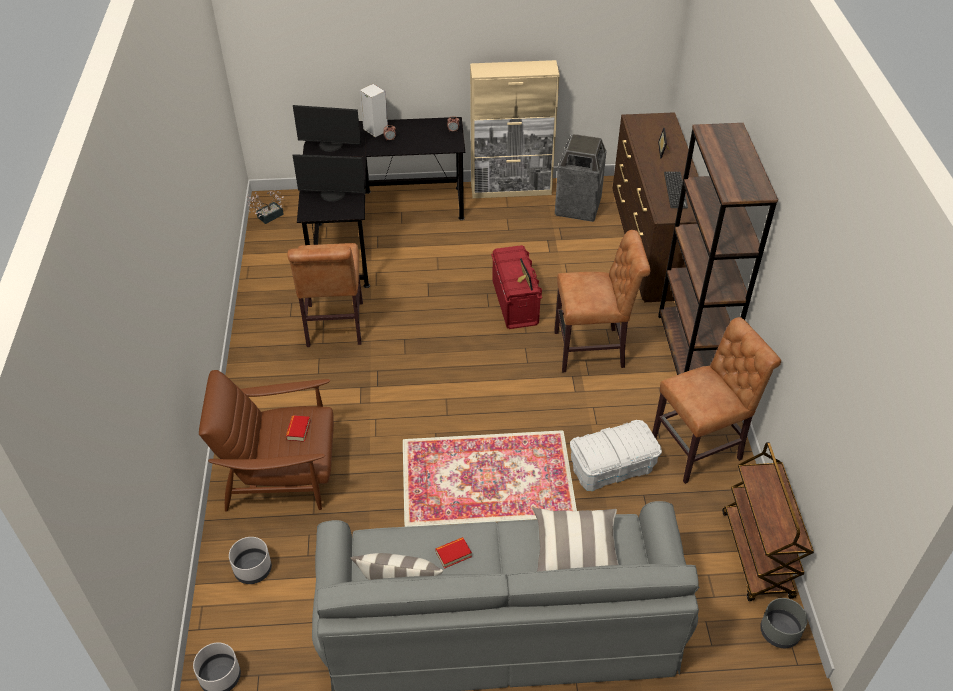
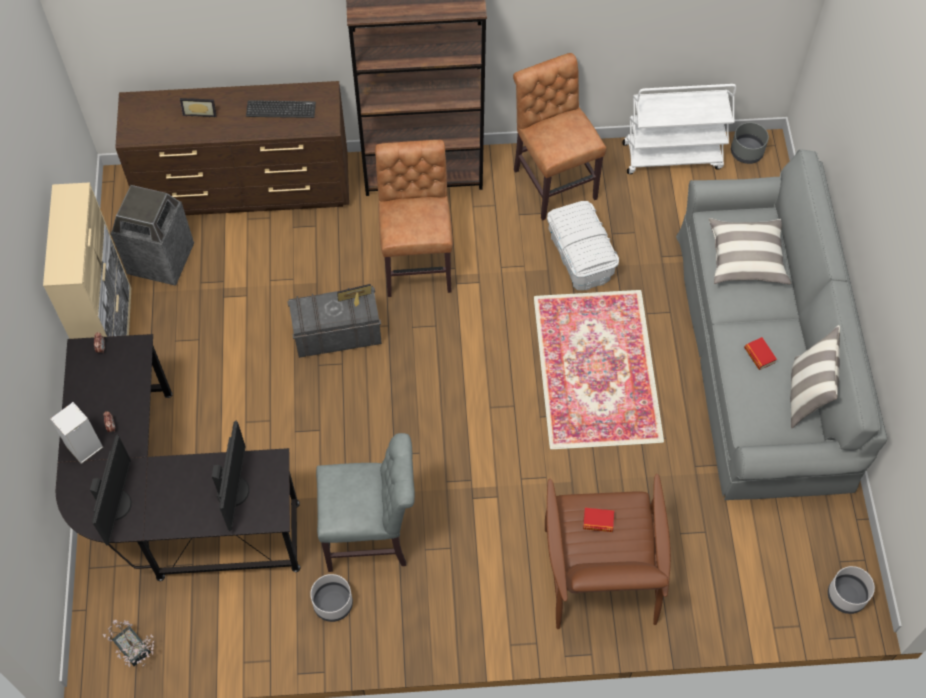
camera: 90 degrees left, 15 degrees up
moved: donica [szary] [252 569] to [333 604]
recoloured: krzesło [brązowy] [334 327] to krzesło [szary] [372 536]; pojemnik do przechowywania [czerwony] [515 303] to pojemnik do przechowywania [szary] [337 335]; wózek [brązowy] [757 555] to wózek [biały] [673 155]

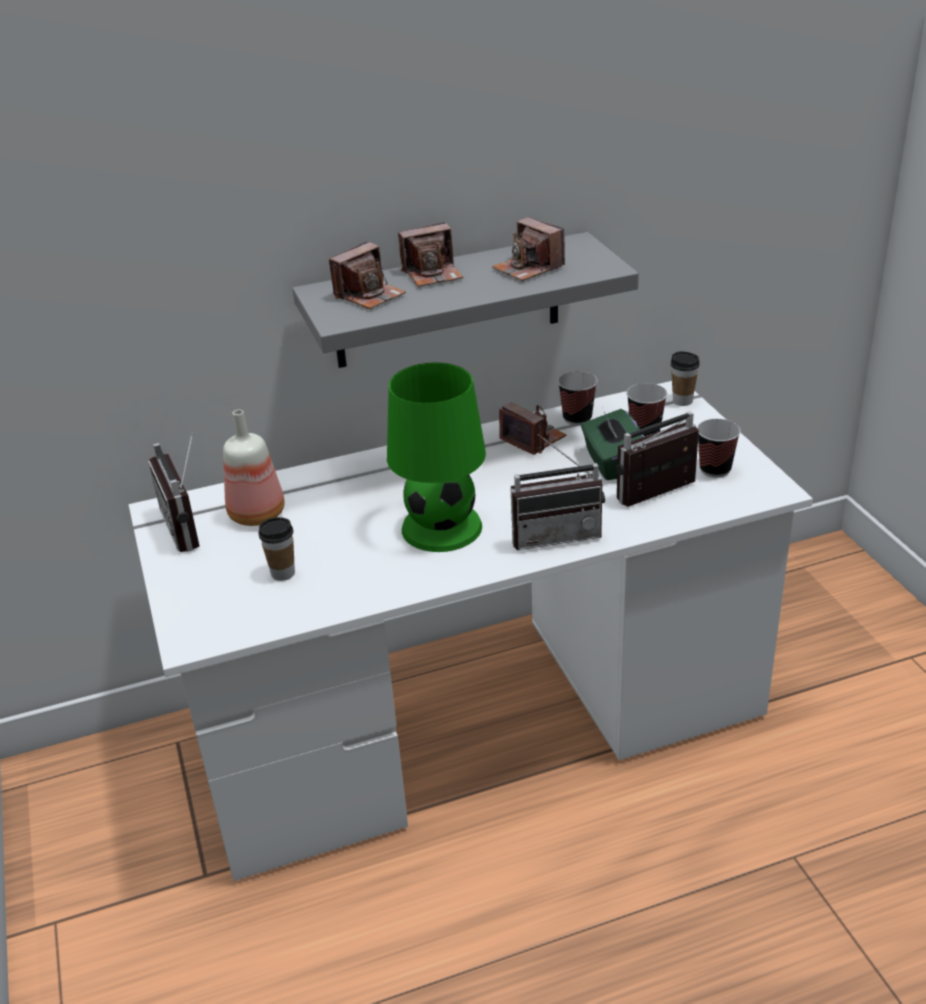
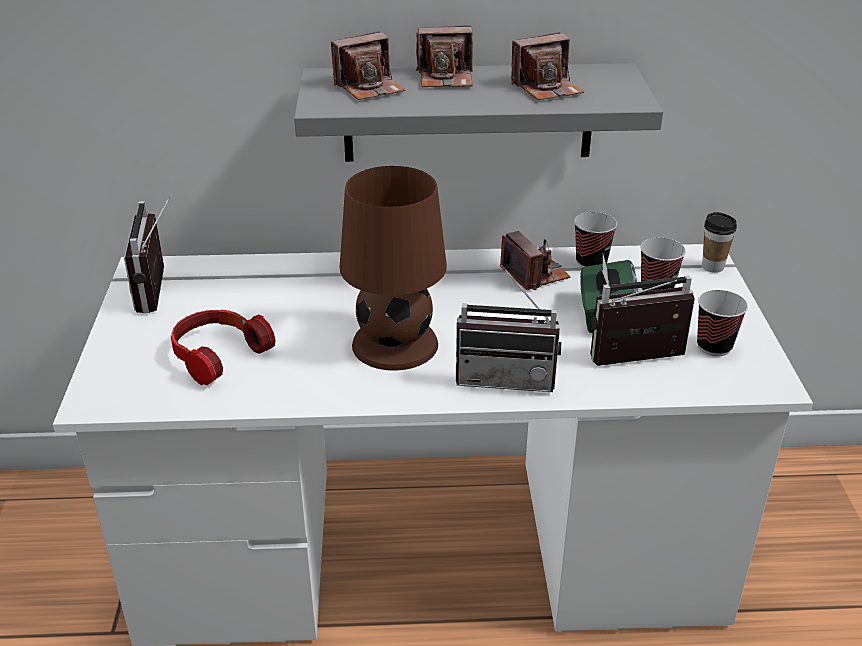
camera: 15 degrees right, 0 degrees up
removed: butelka [256 513]
replaced: filiżanka [283 573] to słuchawki [217 355]
recoloured: lampa stołowa [zielony] [440 527] to lampa stołowa [brązowy] [394 343]
turned: aparat fotograficzny [528 268] = [547 88] 90 degrees counterclockwise

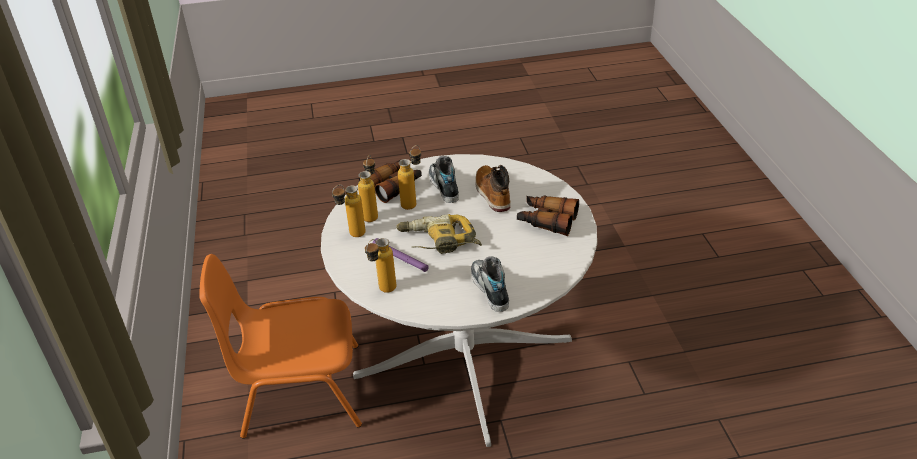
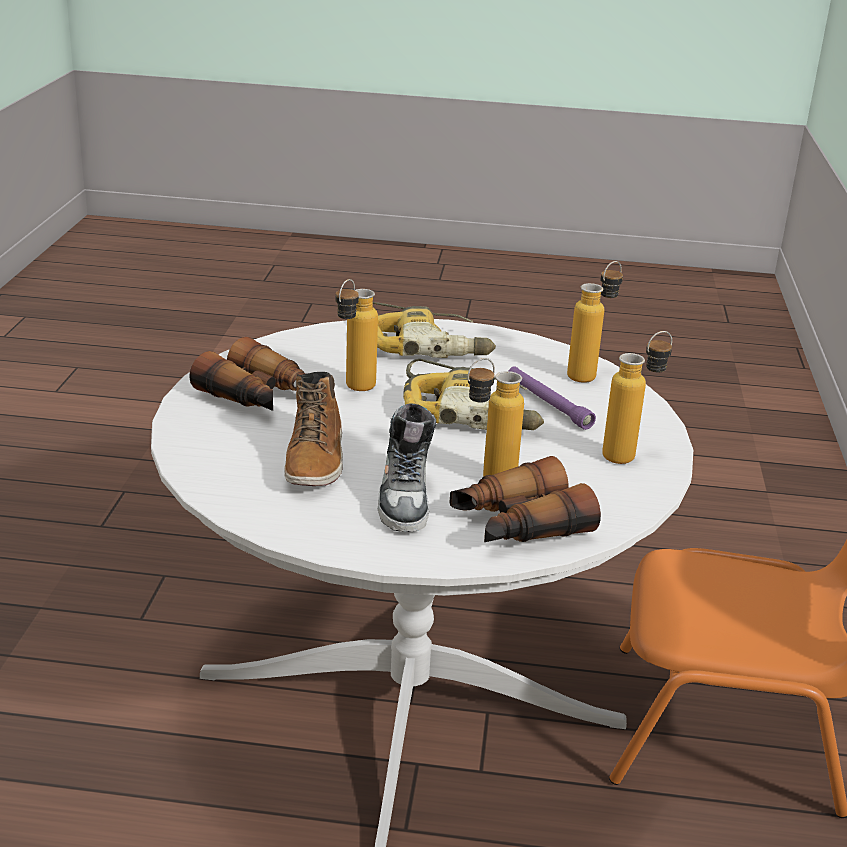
camera: 165 degrees left, 10 degrees down
moved: butelka [372 214] to [353 390]
replaced: but [489 289] to wiertarka [425 345]

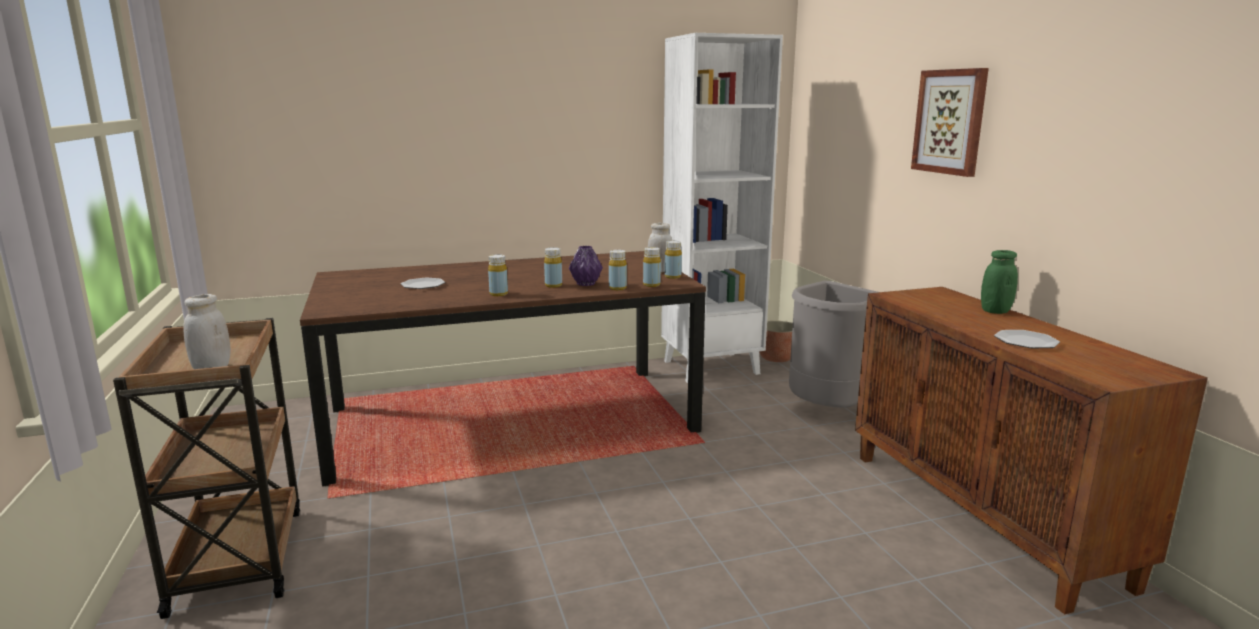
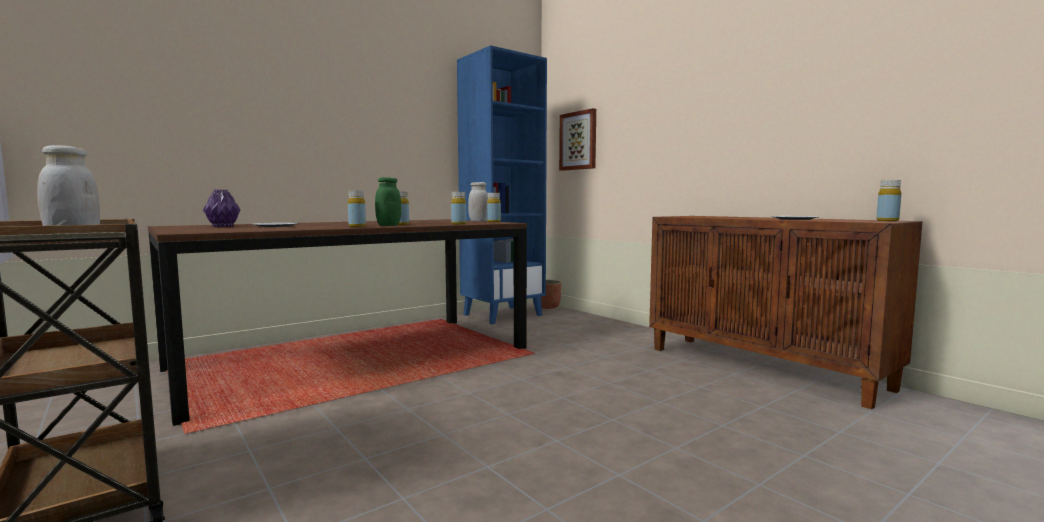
camera: 20 degrees left, 10 degrees down
removed: kosz na śmieci [szary] [828 411]
moved: wazon [fioletowy] [585 284] to [223 226]; butelka [żółty] [651 285] to [887 221]; obraz [950 121] to [578 141]; słoik [zielony] [995 311] to [388 225]
recoloured: regał [biały] [711 367] to regał [niebieski] [502 315]

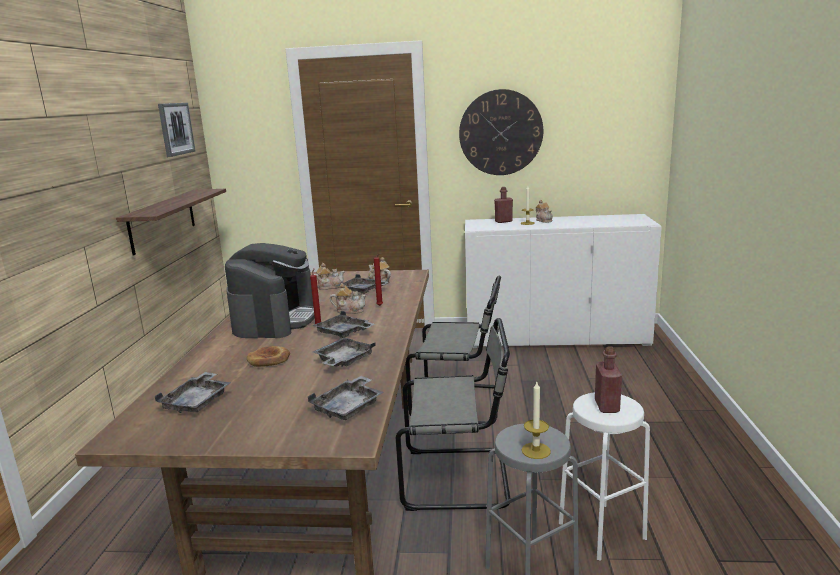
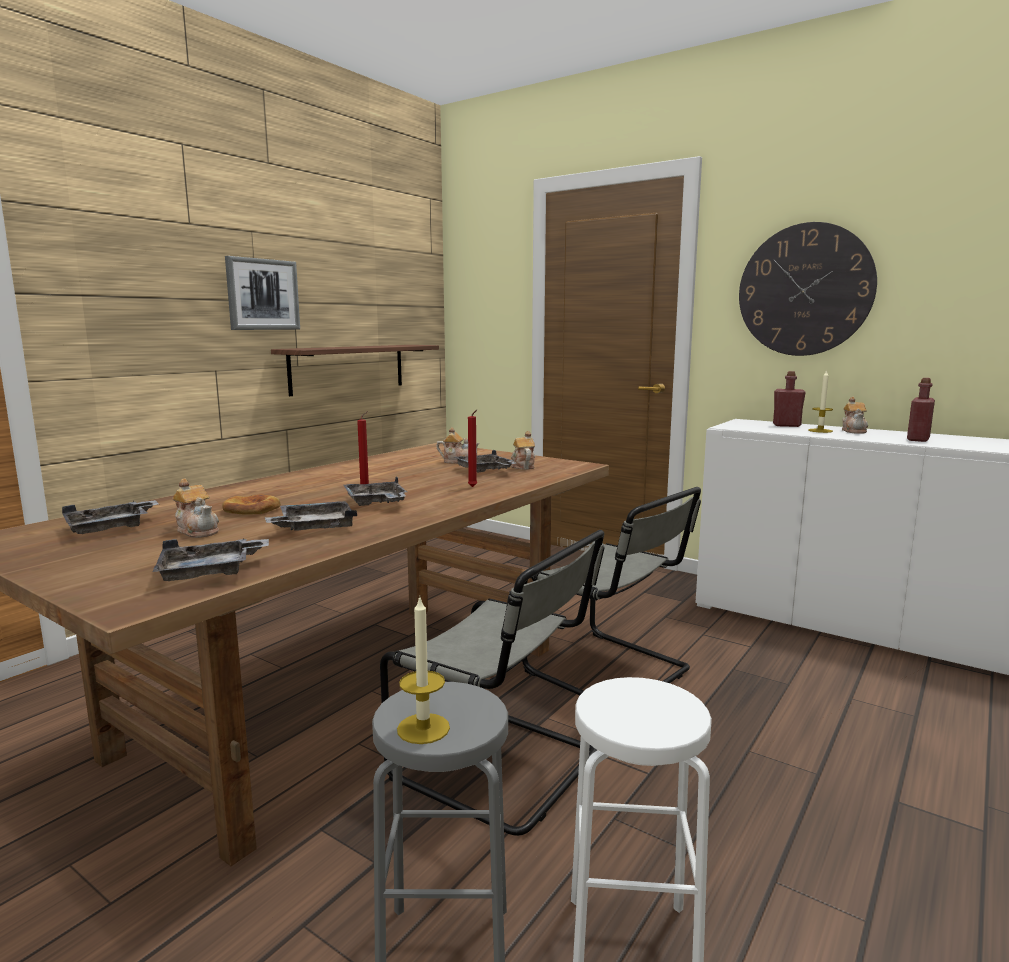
camera: 30 degrees right, 5 degrees down
removed: ekspres do kawy [275 320]
moved: obraz [175 129] to [262 294]; imbryk [349 310] to [198 531]; butelka [czerwony] [606 406] to [918 439]

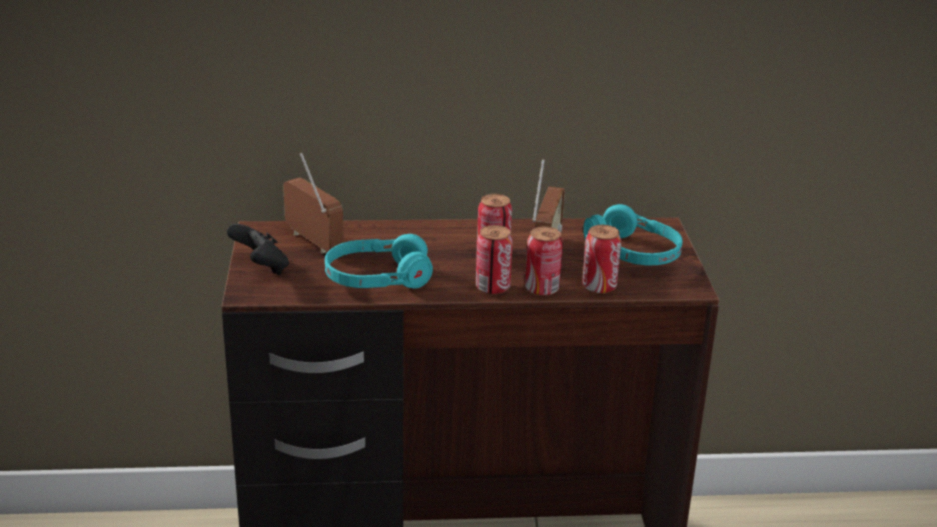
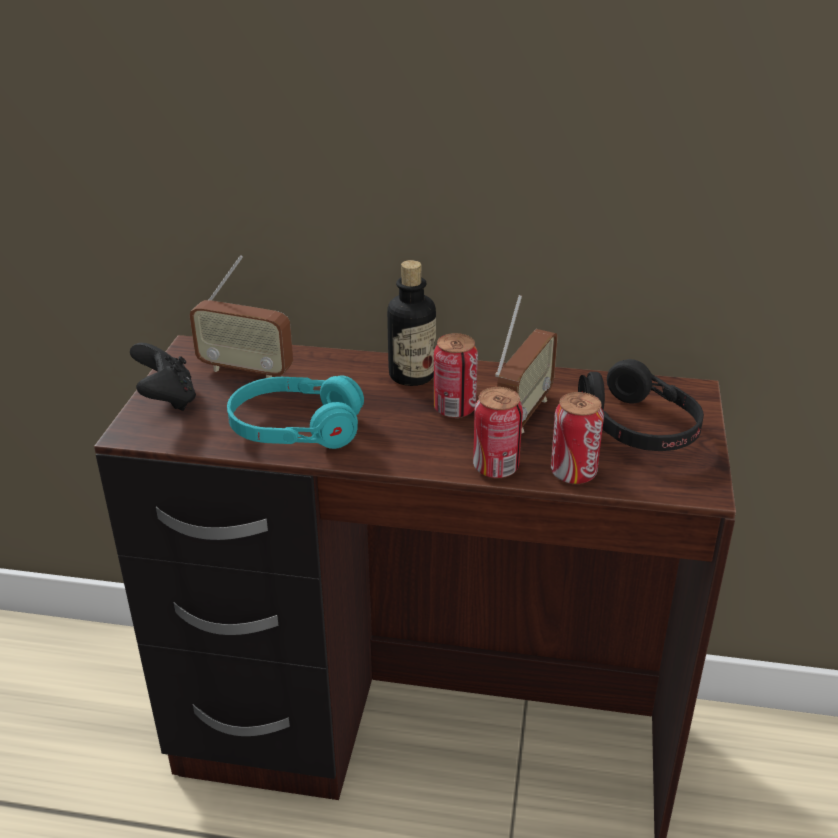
camera: 15 degrees right, 5 degrees up
removed: puszka [492 288]
added: butelka [412 375]
recoloured: słuchawki [turkusowy] [632 253] to słuchawki [czarny] [636 427]
turned: radio [313 242] = [246 370] 135 degrees clockwise

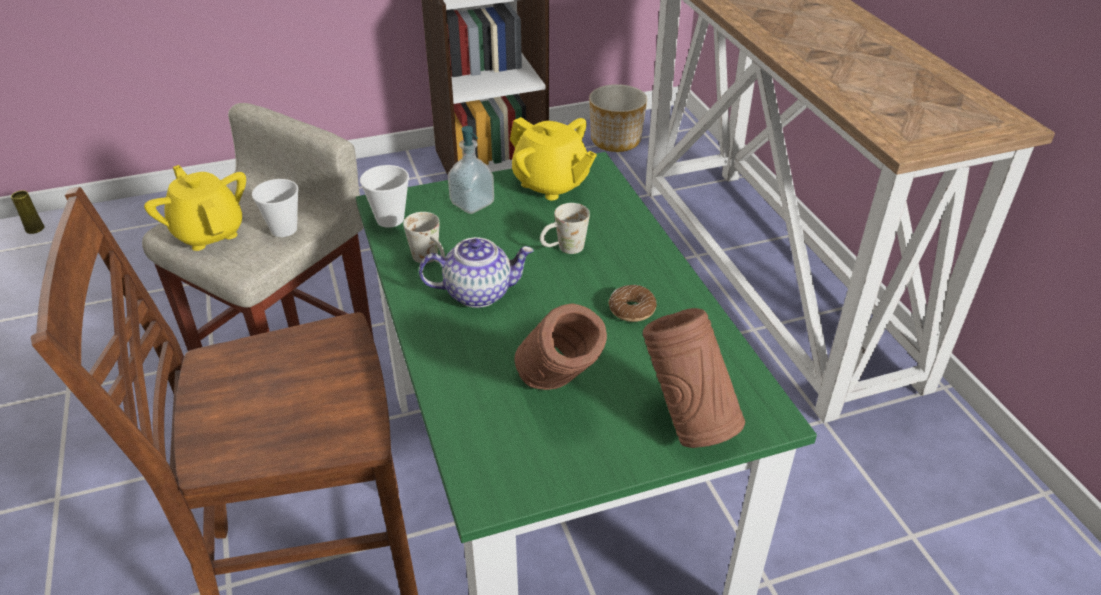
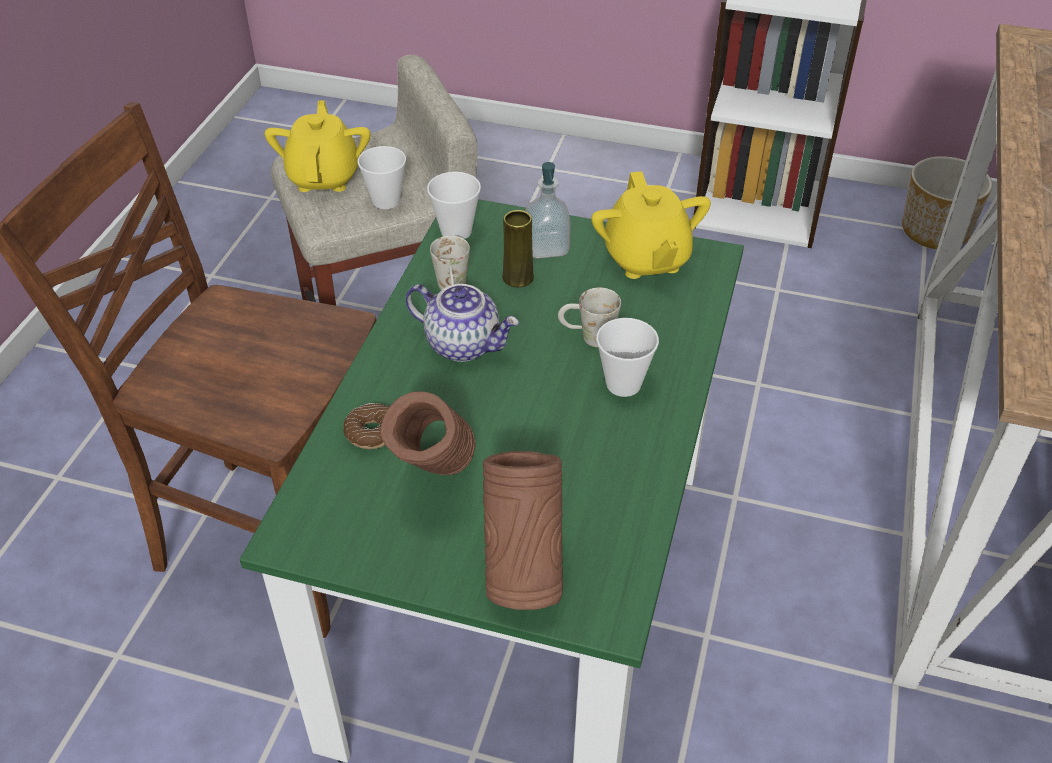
camera: 35 degrees right, 5 degrees up
added: filiżanka [623 384]
moved: wazon [żółty] [35 229] to [518 277]; donut [632 309] to [372 432]

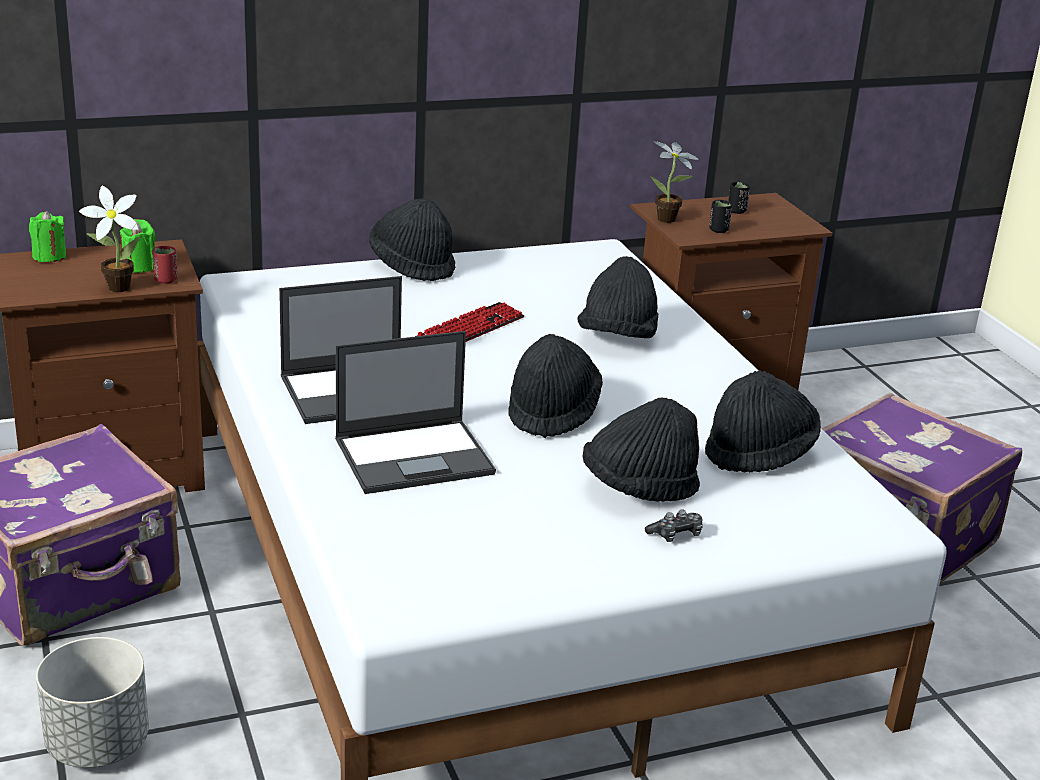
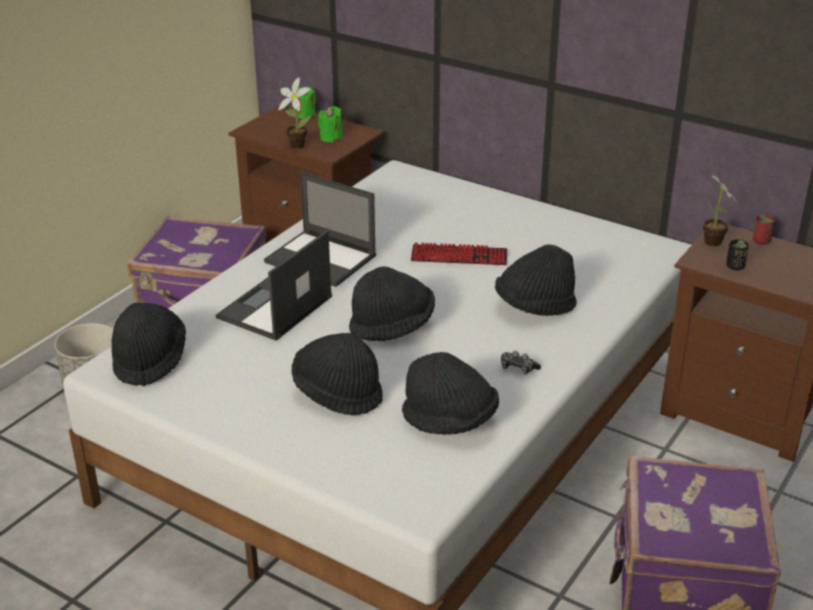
camera: 55 degrees right, 5 degrees up
removed: filiżanka [czarny] [736 211]
moved: filiżanka [czerwony] [166 280] to [761 241]; kapelusz [czarny] [413 266] to [149 360]; pad do gier [675 534] to [518 368]
turned: laptop [416 456] = [274 308] 90 degrees clockwise

